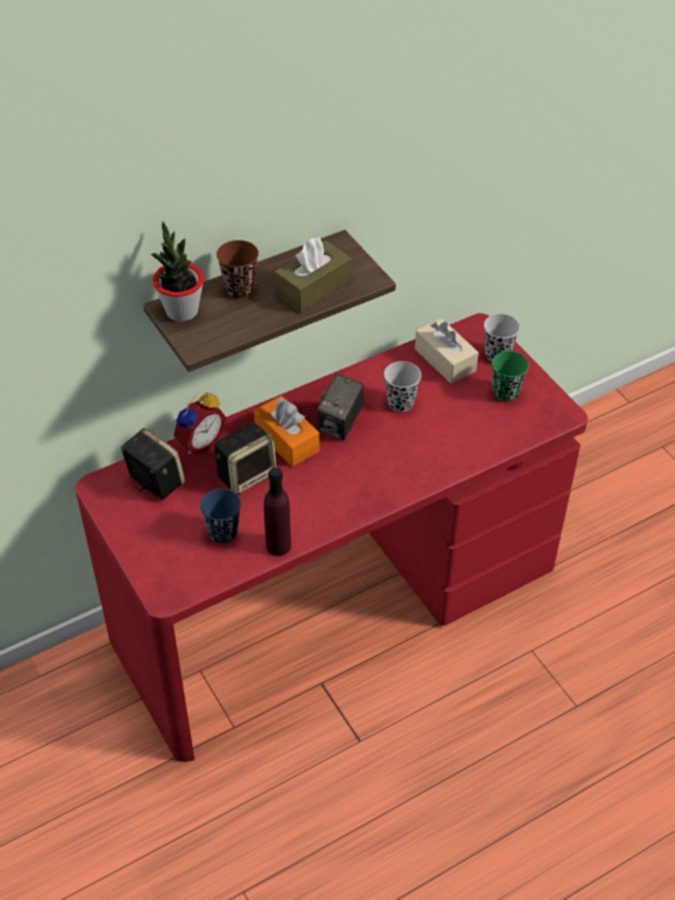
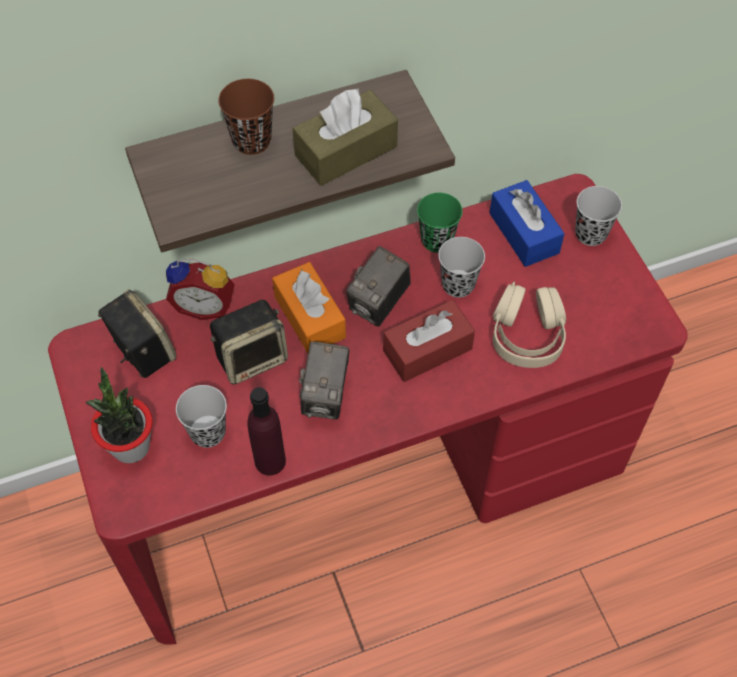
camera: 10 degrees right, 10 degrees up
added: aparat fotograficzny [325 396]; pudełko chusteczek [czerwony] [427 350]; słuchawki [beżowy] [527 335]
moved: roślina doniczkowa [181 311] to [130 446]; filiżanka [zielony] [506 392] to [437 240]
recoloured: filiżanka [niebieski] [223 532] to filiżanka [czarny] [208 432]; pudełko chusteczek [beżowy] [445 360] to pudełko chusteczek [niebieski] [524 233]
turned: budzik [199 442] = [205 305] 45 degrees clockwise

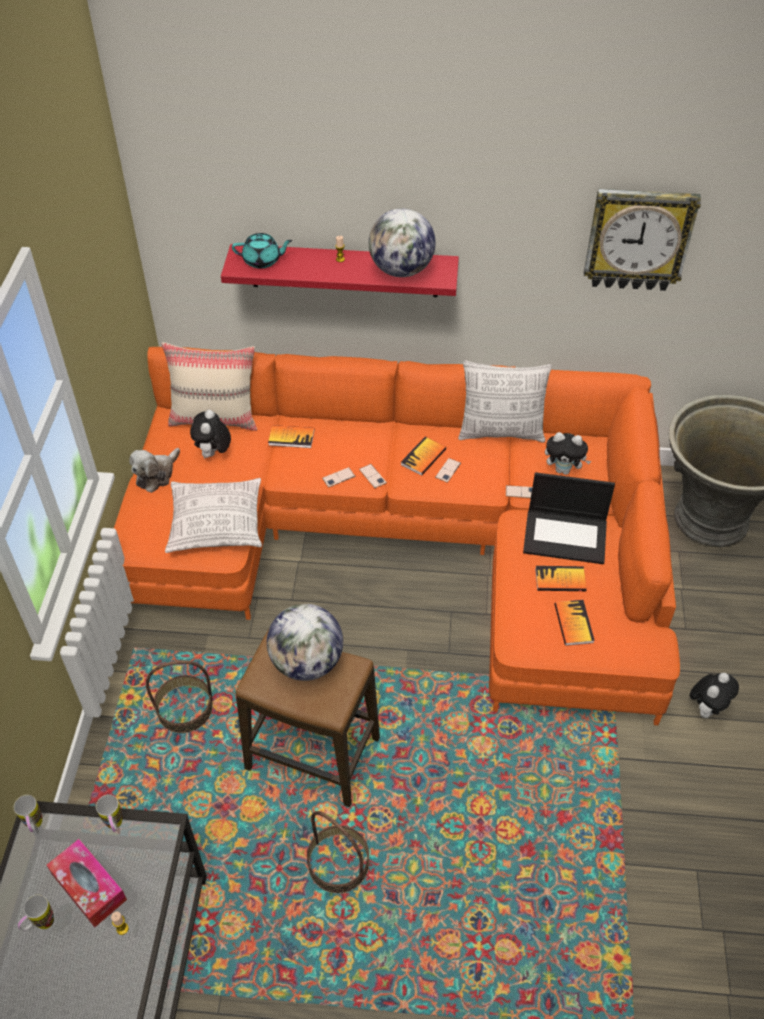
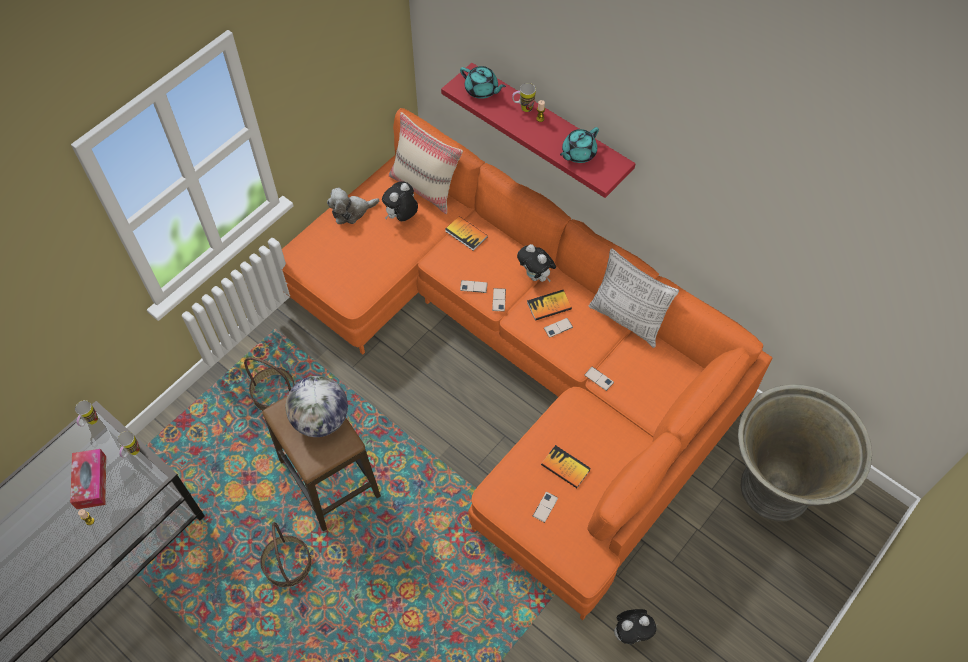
camera: 35 degrees right, 10 degrees up
removed: poduszka [217 525]; laptop [566 536]; zegar ścienny [638 239]
moved: kubek [40 925] to [523 108]; pluszak [564 470] to [536 276]
replaced: globus [401 270] to imbryk [turkusowy] [578 153]; książka [573 623] to telefon [545 507]

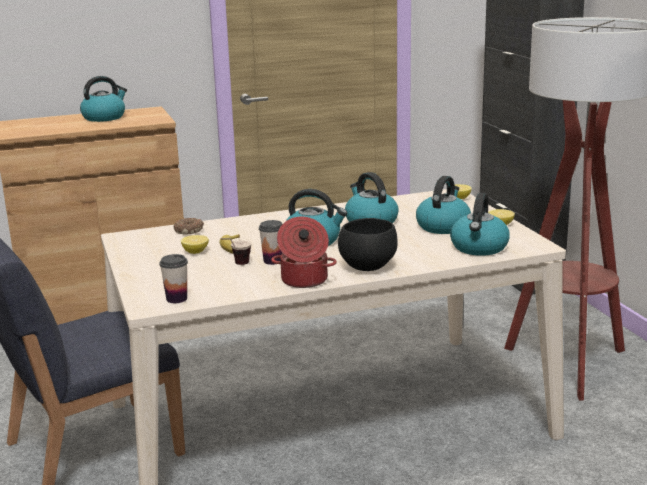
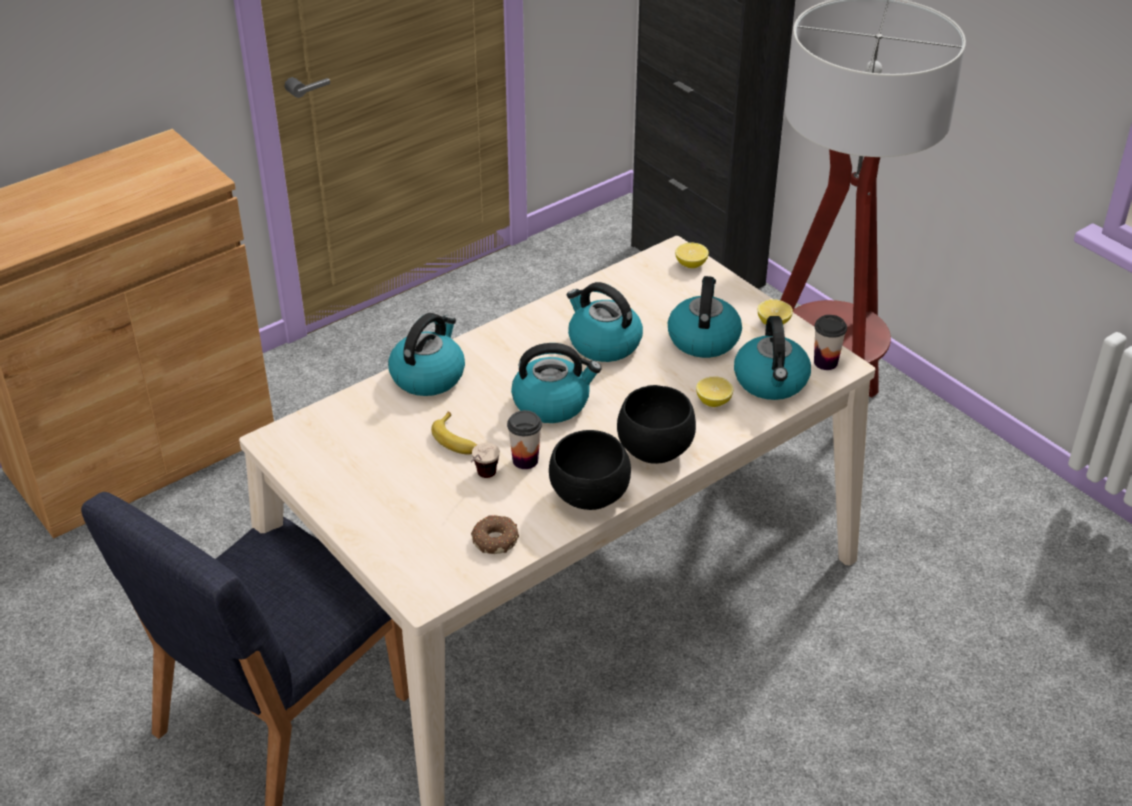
camera: 20 degrees left, 20 degrees up
moved: czajnik [104 117] to [428 376]; filiżanka [176 299] to [825 362]; donut [189 230] to [495 539]; cytryna [195 252] to [713 401]
replaced: garnek [304 280] to miska [czarny] [591 497]

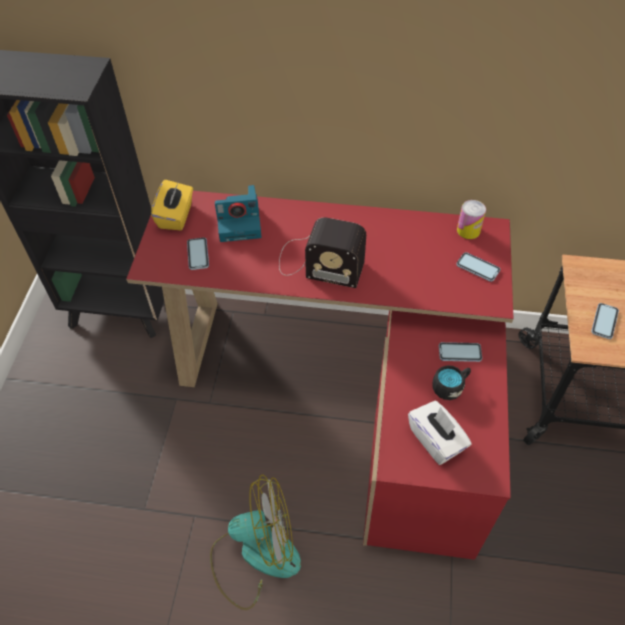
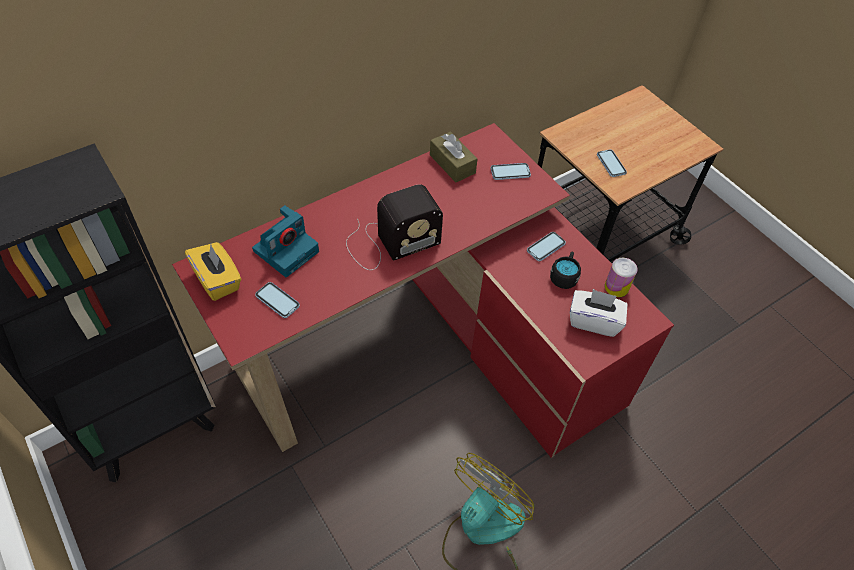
camera: 45 degrees left, 0 degrees up
added: pudełko chusteczek [brązowy] [452 164]
moved: puszka [468 230] to [616 287]

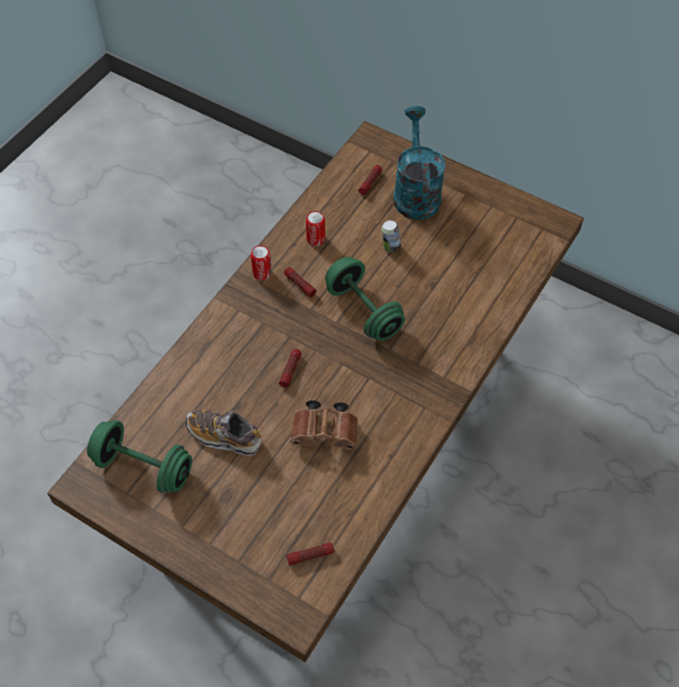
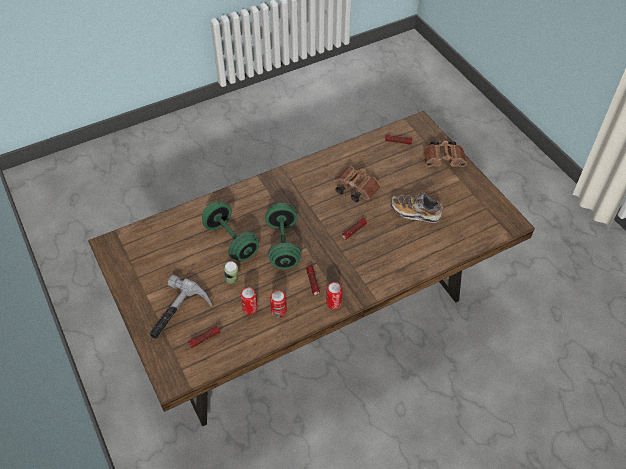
camera: 150 degrees left, 5 degrees down
added: puszka [250 308]; lornetka [brązowy] [444 160]
moved: hantel [zielony] [143 467] to [231 241]
replaced: konewka [turkusowy] [415 192] to młotek [178 314]
turned: but [224 436] = [415 212] 150 degrees clockwise

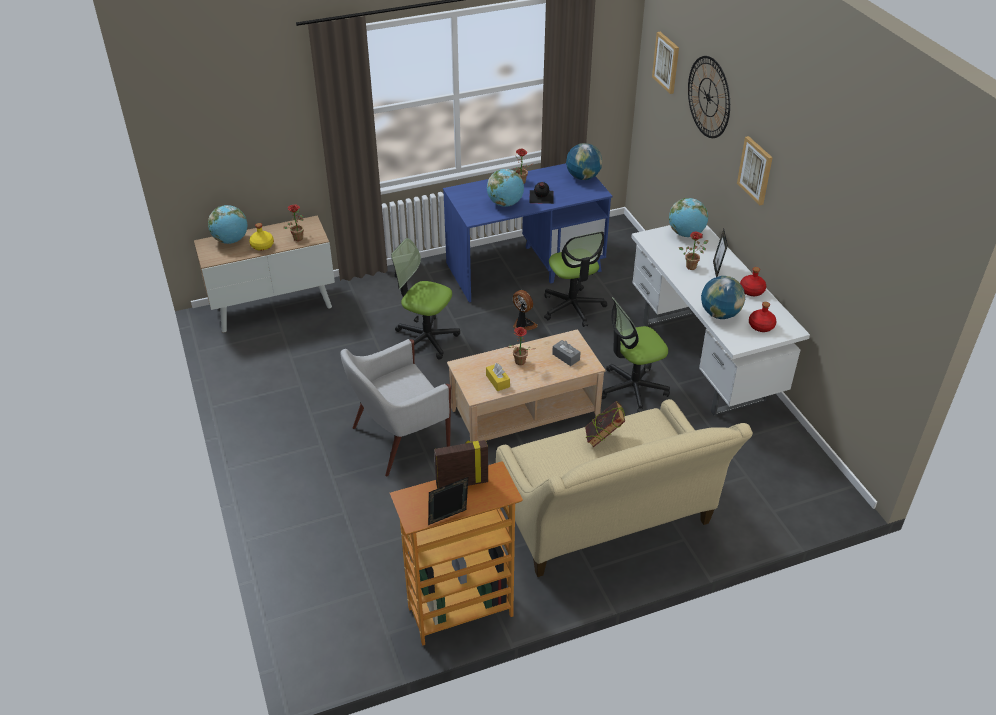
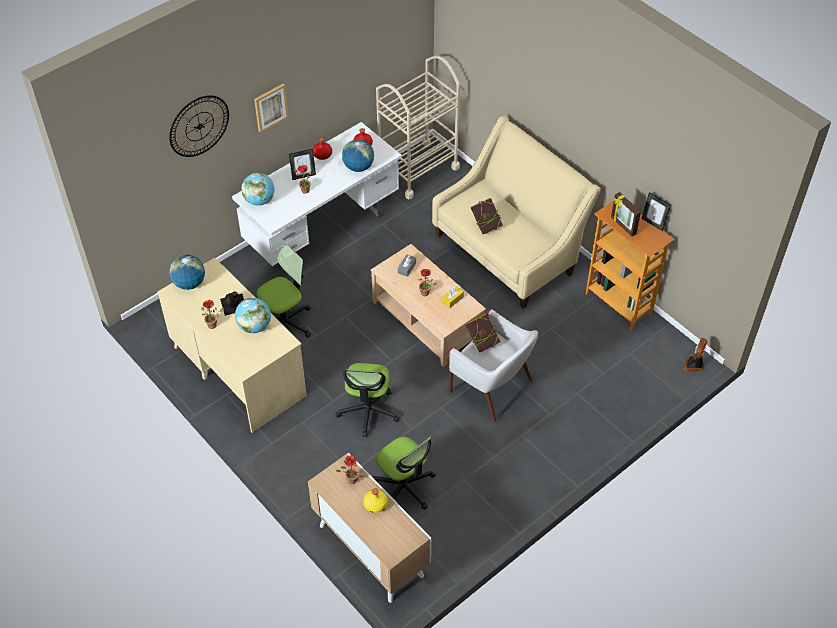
camera: 110 degrees left, 10 degrees up
removed: globus [231 240]; obraz [666 62]
added: wózek [beżowy] [417 170]; książka [482 342]
moved: wentylator [523 325] to [694 365]; krzesło biurowe [632 389] to [404 488]
recoloured: biurko [niebieski] [525 267] to biurko [beżowy] [237 370]

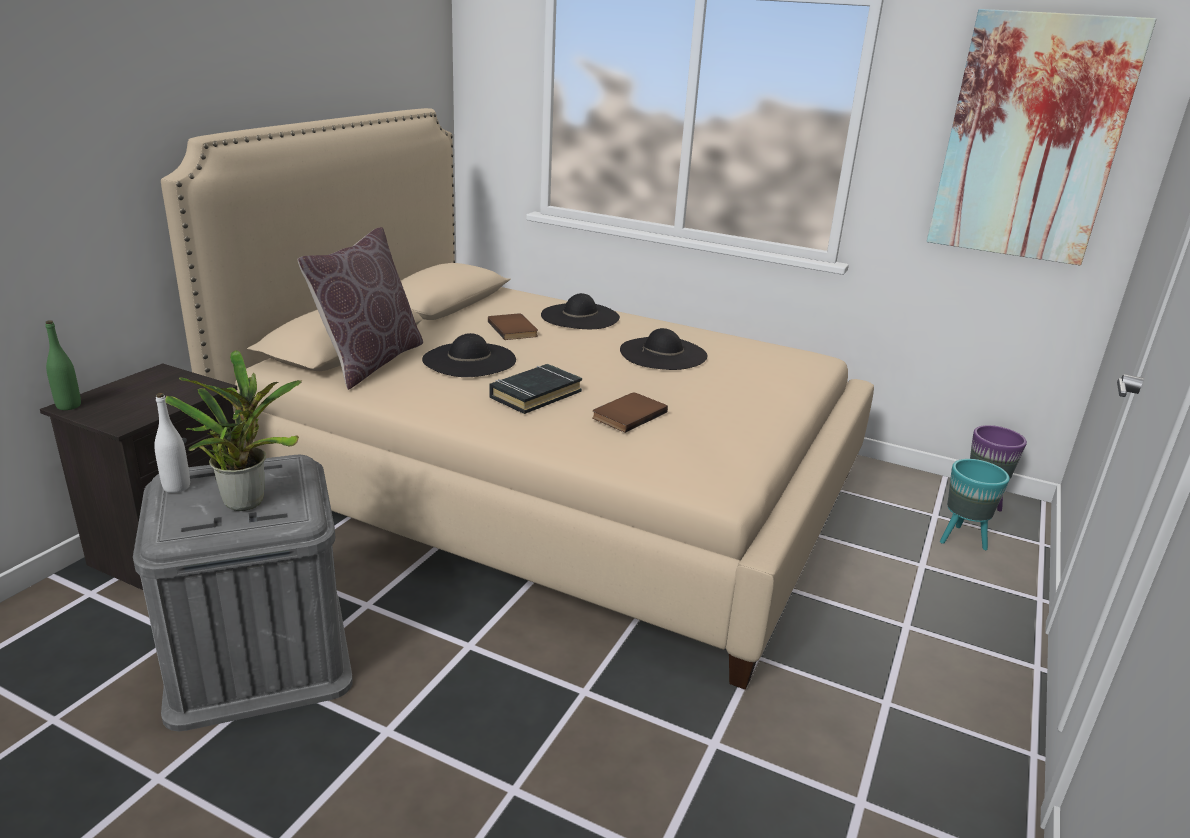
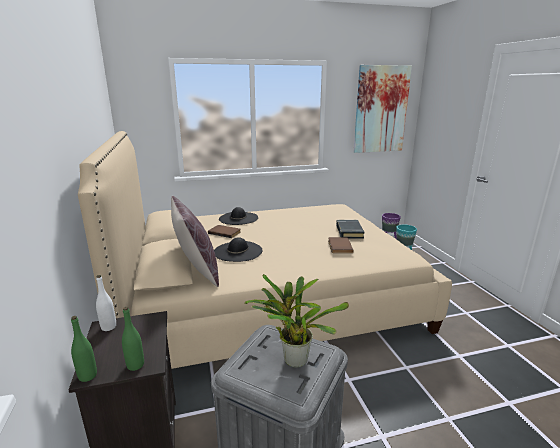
camera: 40 degrees left, 5 degrees down
removed: kapelusz [czarny] [663 353]
added: butelka [zielony] [135 365]
moved: butelka [biały] [176 487] to [108 327]; książka [czarny] [535 394] to [349 231]

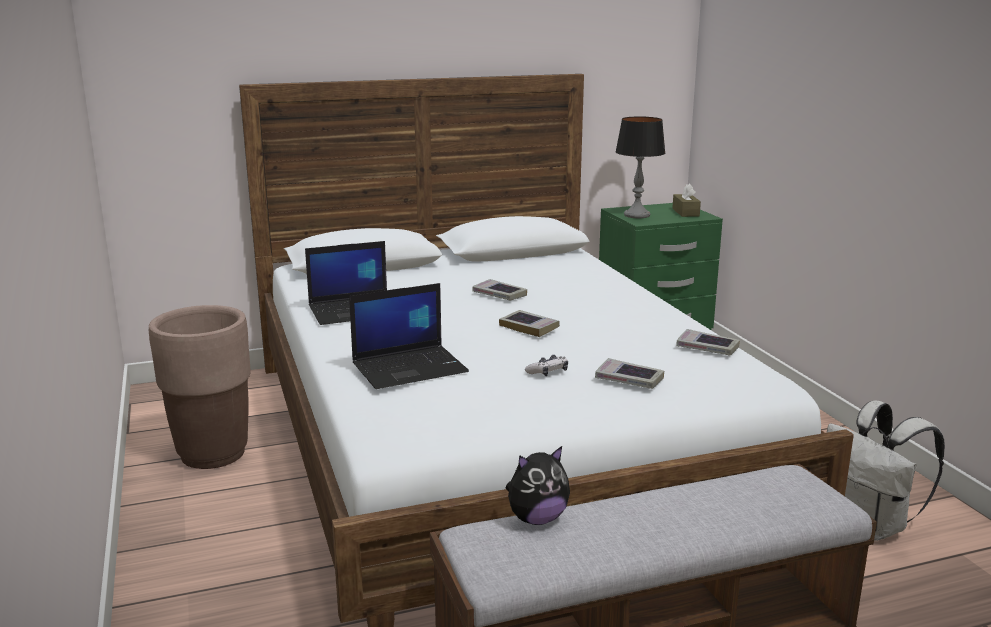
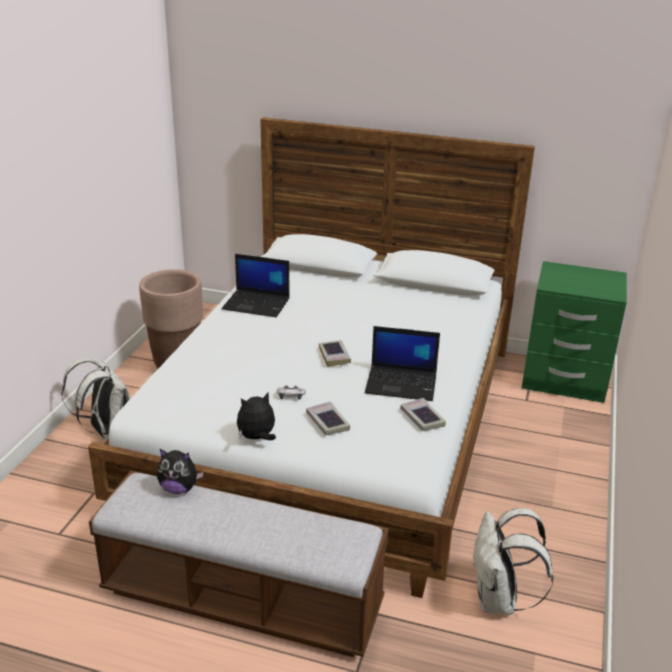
camera: 35 degrees right, 10 degrees up
removed: książka [499 294]; lampa stołowa [636 215]; pudełko chusteczek [brązowy] [685 212]
added: plecak [biały] [106 431]; pluszak [257 438]
moved: laptop [410 367] to [402 384]

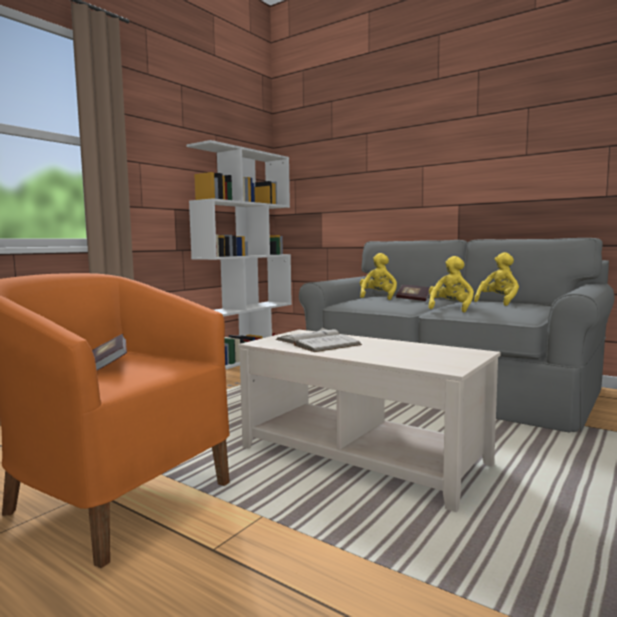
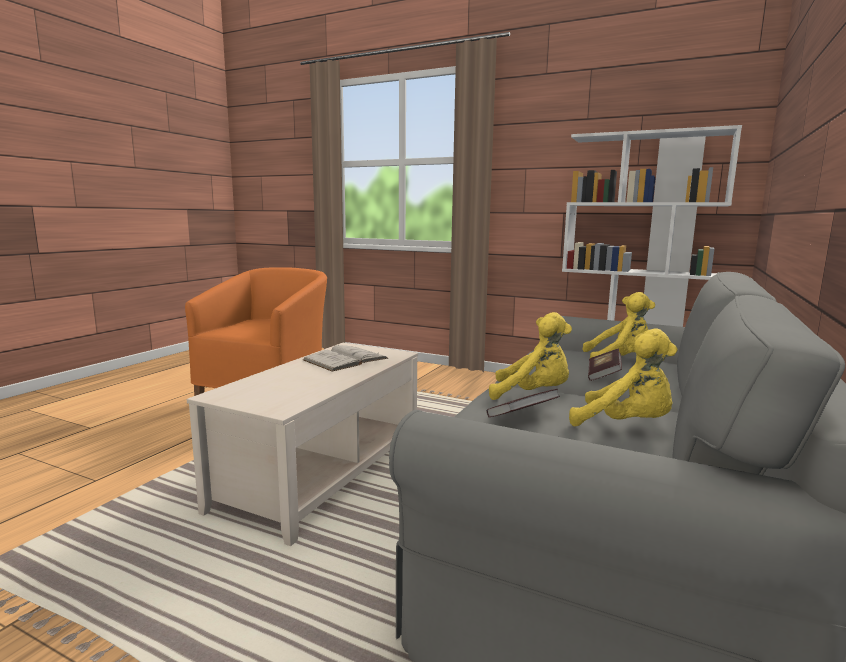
camera: 80 degrees right, 5 degrees up
moved: książka [109 364] to [522 416]

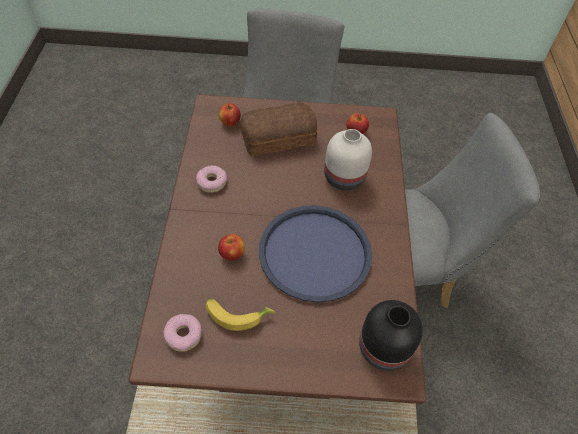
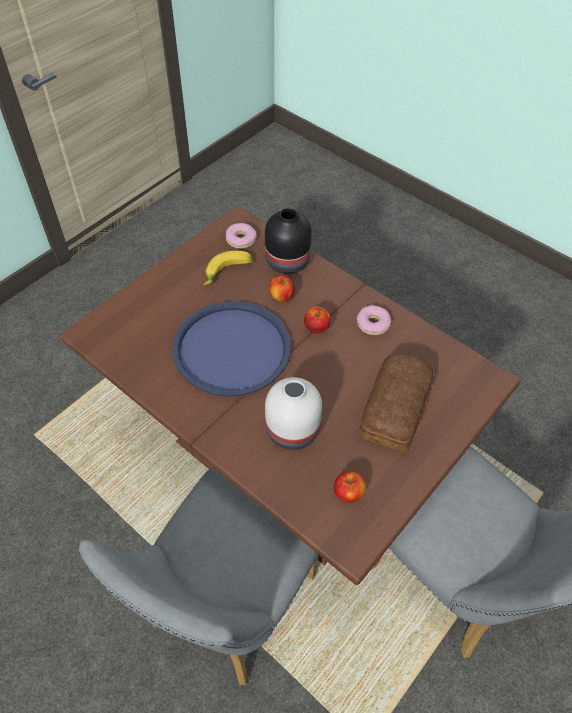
camera: 130 degrees right, 0 degrees up
moved: jabłko [230 122] to [316 328]; wazon [czarny] [382 347] to [288 261]

